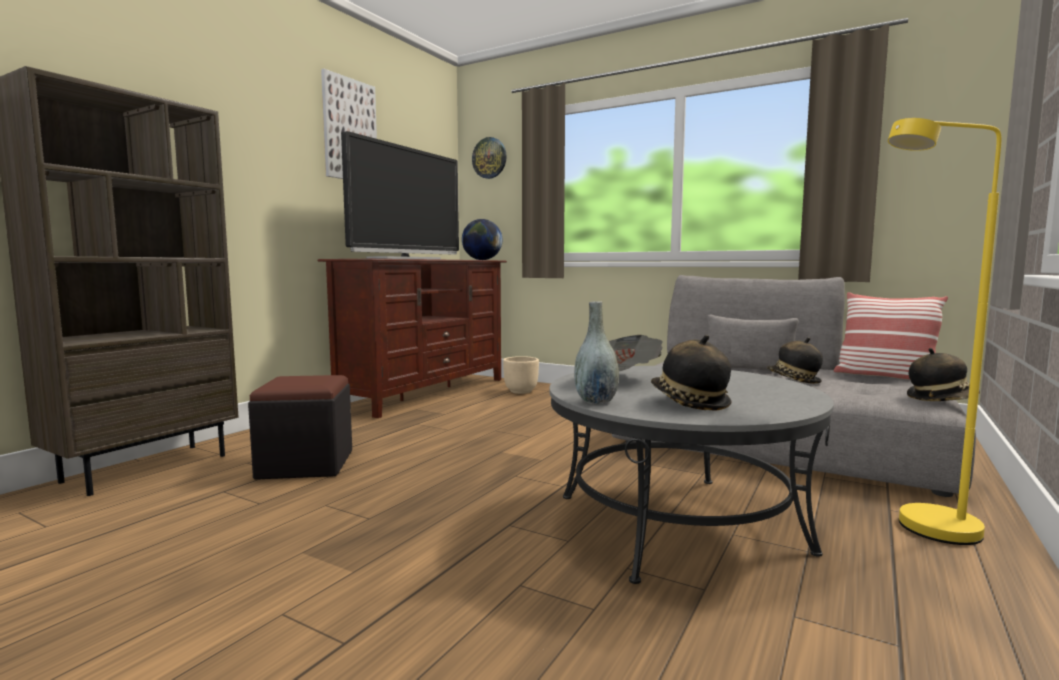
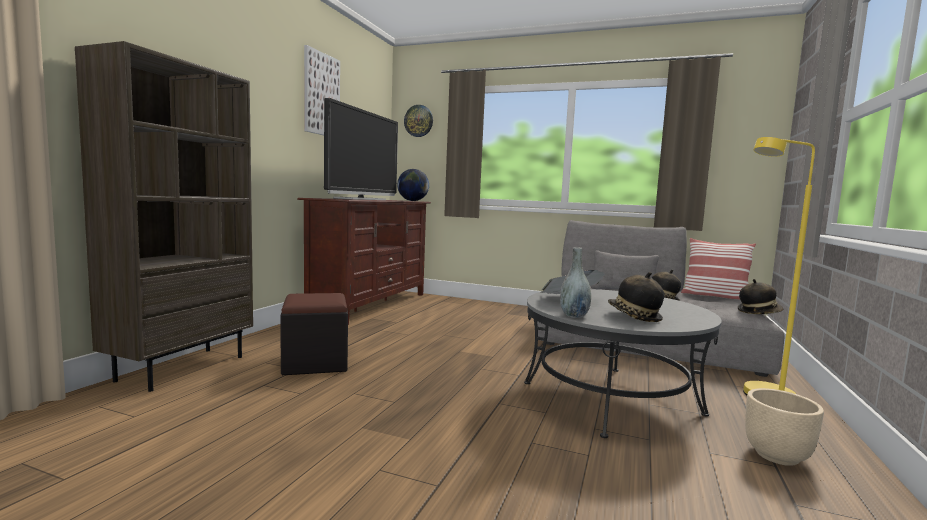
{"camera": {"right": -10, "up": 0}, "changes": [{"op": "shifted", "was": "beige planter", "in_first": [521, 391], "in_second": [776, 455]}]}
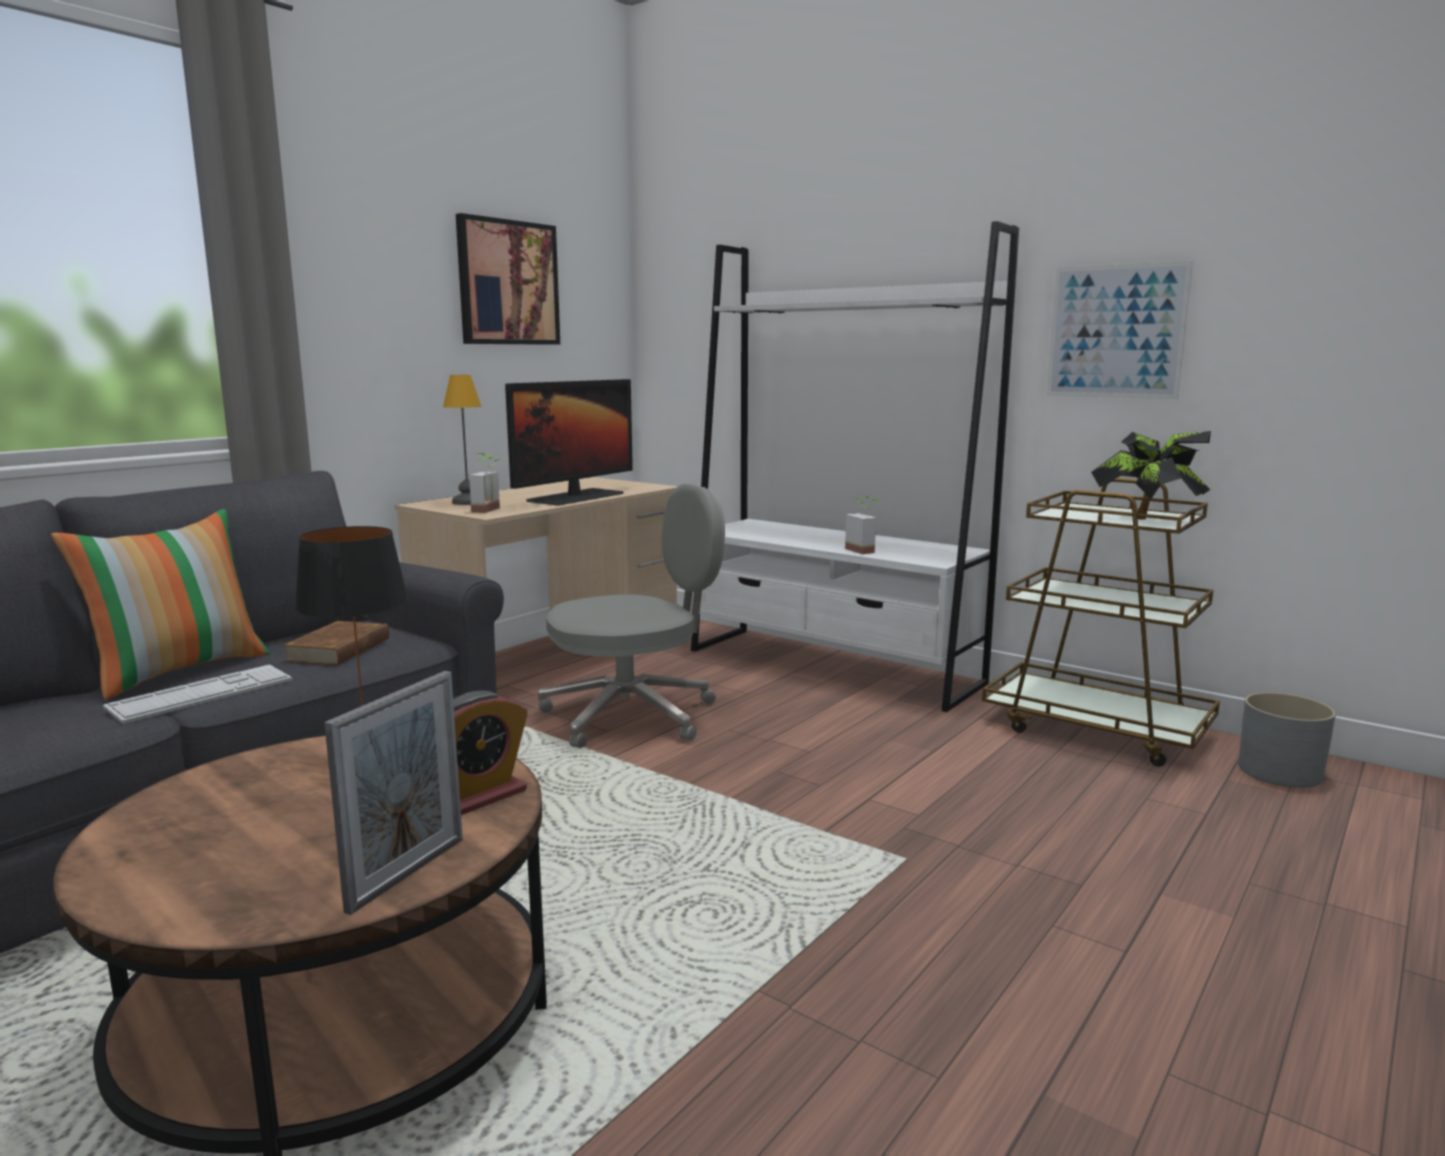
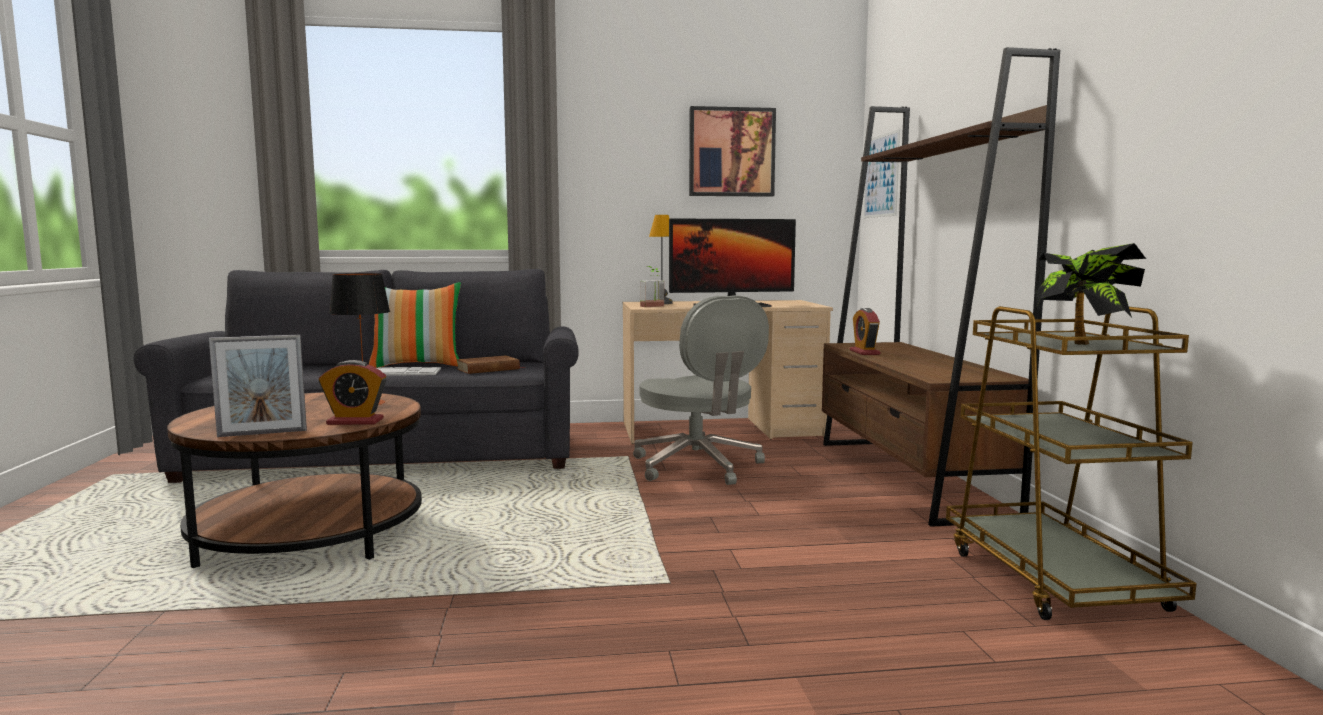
{"camera": {"right": 45, "up": -5}, "changes": [{"op": "repainted", "was": "white bookcase", "now": "brown bookcase", "in_first": [832, 666], "in_second": [909, 477]}, {"op": "shifted", "was": "picture", "in_first": [1116, 331], "in_second": [881, 176]}, {"op": "rotated", "was": "grey office chair", "in_first": [633, 715], "in_second": [698, 467], "clockwise": 45}, {"op": "gone", "was": "potted plant", "in_first": [865, 550]}, {"op": "gone", "was": "grey planter", "in_first": [1280, 771]}, {"op": "new", "now": "alarm clock", "in_second": [864, 352]}]}
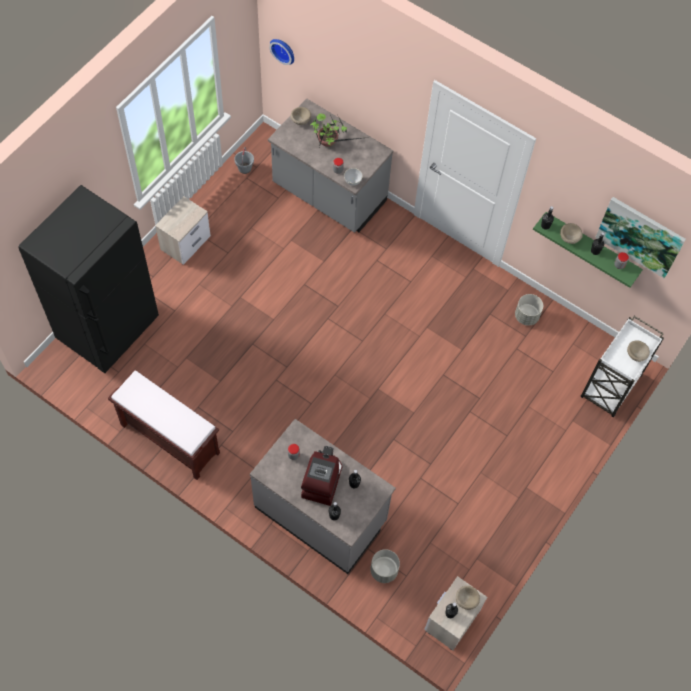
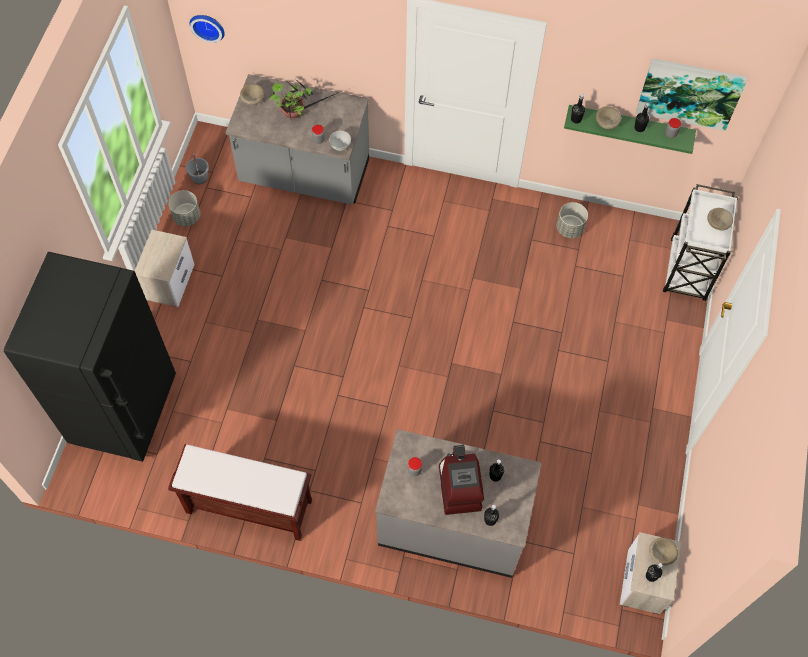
{"camera": {"right": -20, "up": 0}, "changes": [{"op": "shifted", "was": "grey planter", "in_first": [383, 570], "in_second": [186, 217]}]}
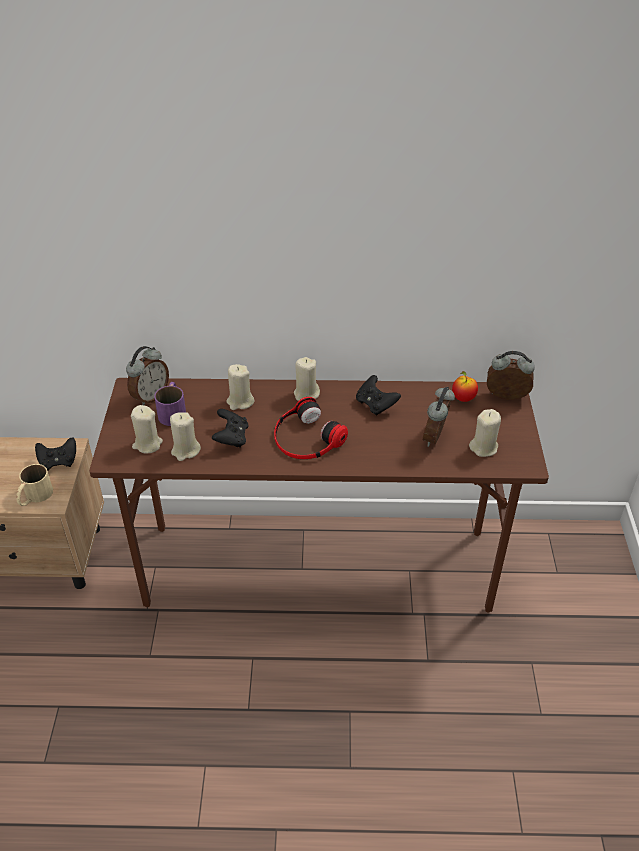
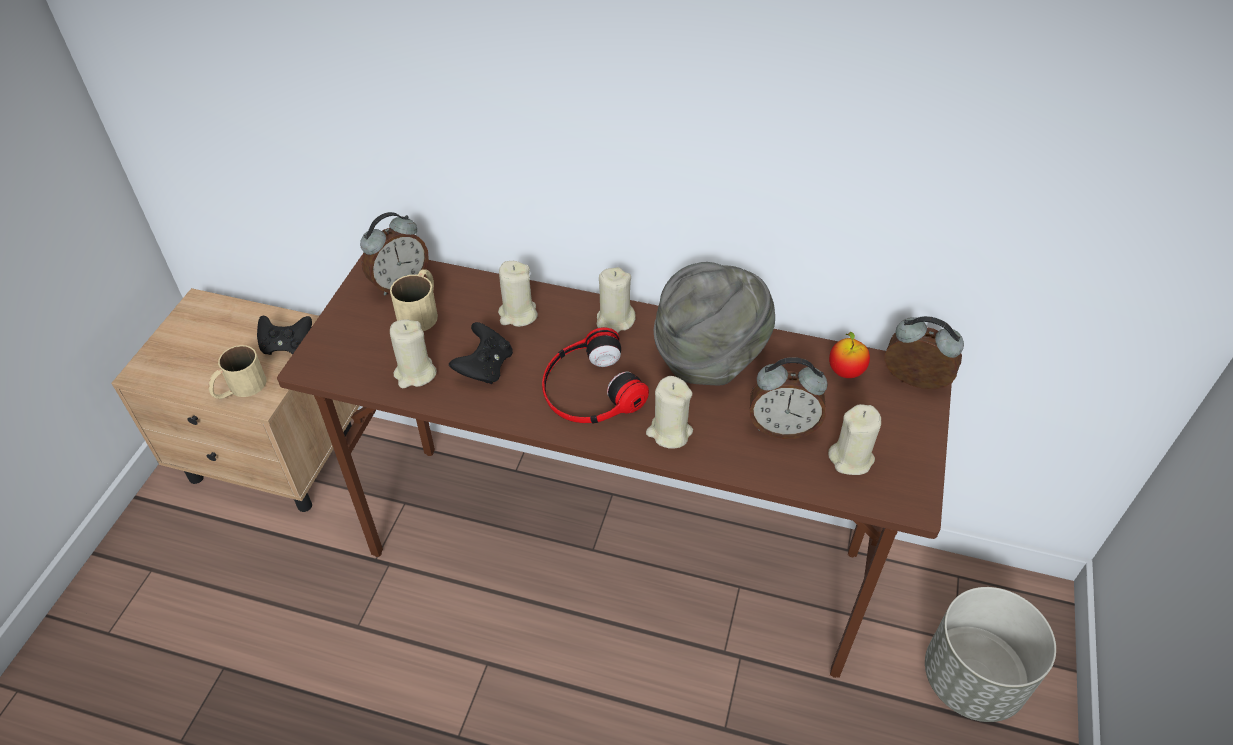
{"camera": {"right": 15, "up": 5}, "changes": [{"op": "swapped", "was": "black game controller", "now": "grey hat", "in_first": [375, 405], "in_second": [709, 357]}, {"op": "repainted", "was": "purple mug", "now": "beige mug", "in_first": [173, 411], "in_second": [421, 310]}, {"op": "rotated", "was": "alarm clock", "in_first": [436, 437], "in_second": [782, 427], "clockwise": -120}, {"op": "shifted", "was": "beige candle", "in_first": [147, 444], "in_second": [669, 432]}, {"op": "new", "now": "grey planter", "in_second": [971, 679]}]}
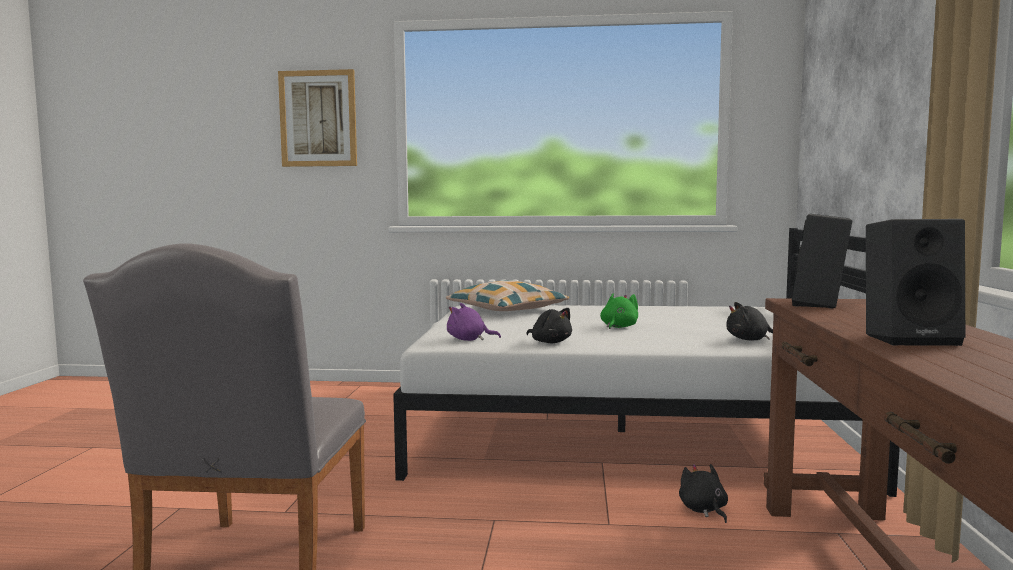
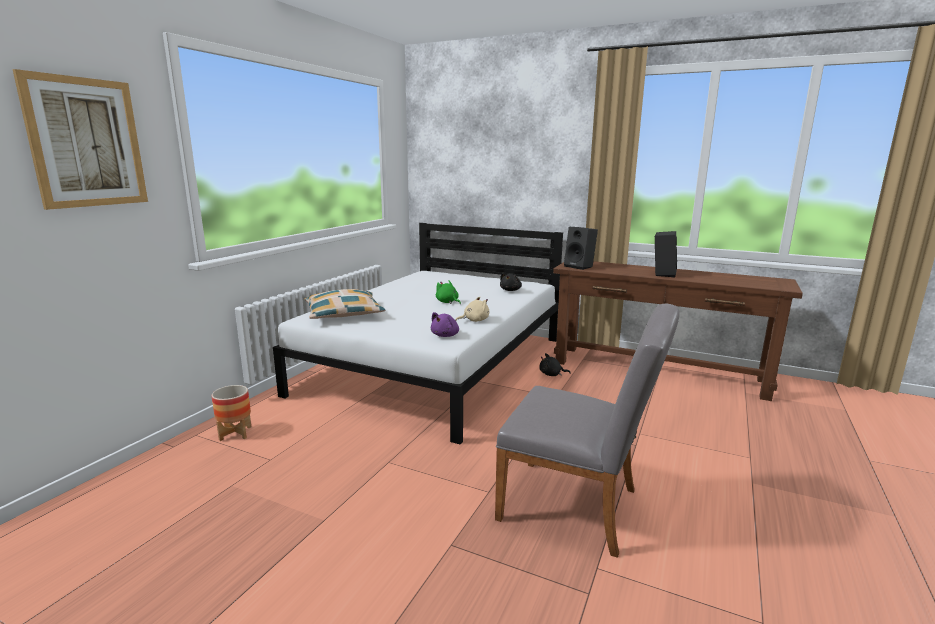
{"camera": {"right": -70, "up": 10}, "changes": [{"op": "repainted", "was": "black plush toy", "now": "beige plush toy", "in_first": [550, 342], "in_second": [474, 320]}, {"op": "new", "now": "planter", "in_second": [235, 433]}]}
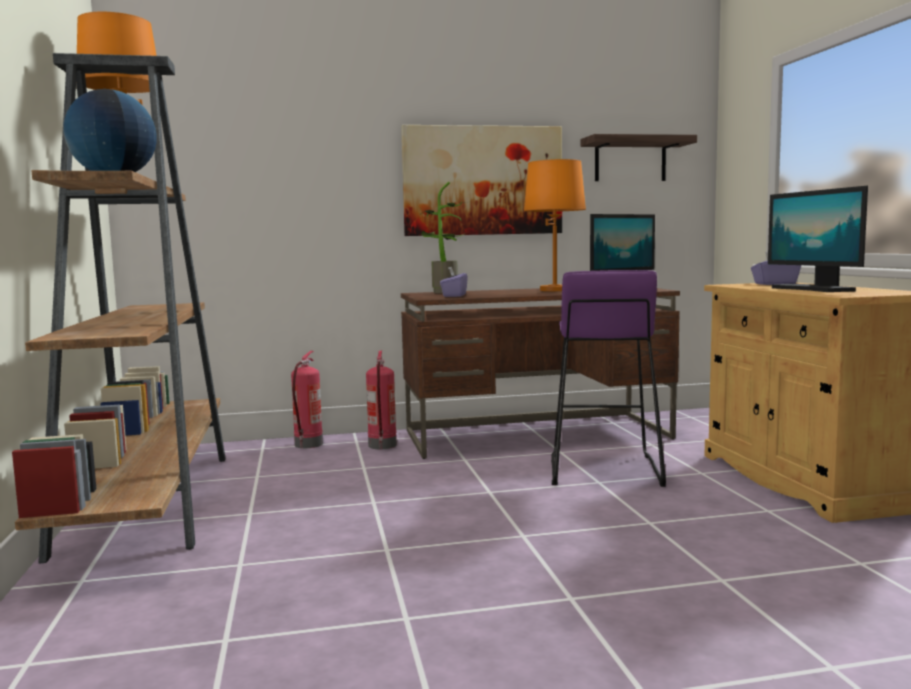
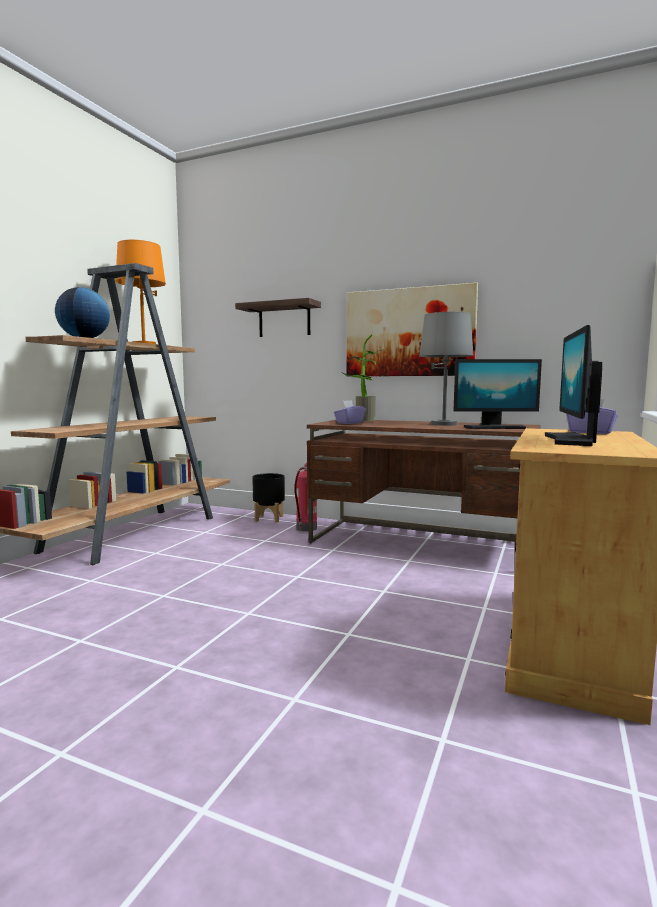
{"camera": {"right": 35, "up": 0}, "changes": [{"op": "shifted", "was": "shelf", "in_first": [630, 160], "in_second": [284, 320]}, {"op": "repainted", "was": "orange table lamp", "now": "grey table lamp", "in_first": [554, 290], "in_second": [443, 424]}, {"op": "gone", "was": "purple stool", "in_first": [602, 470]}, {"op": "swapped", "was": "fire extinguisher", "now": "black planter", "in_first": [308, 445], "in_second": [269, 519]}]}
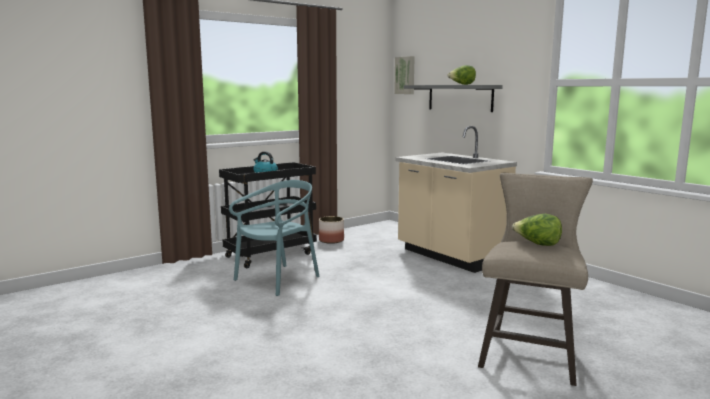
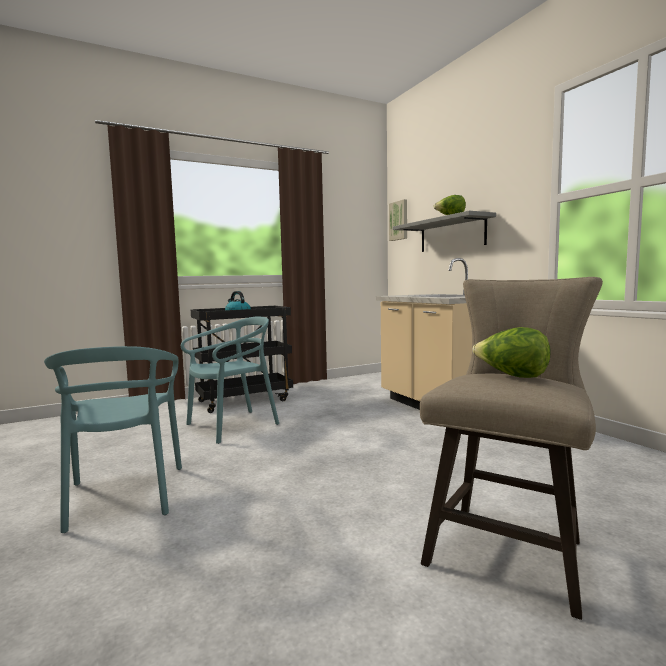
{"camera": {"right": 10, "up": -5}, "changes": [{"op": "gone", "was": "planter", "in_first": [331, 240]}, {"op": "new", "now": "turquoise chair", "in_second": [124, 496]}]}
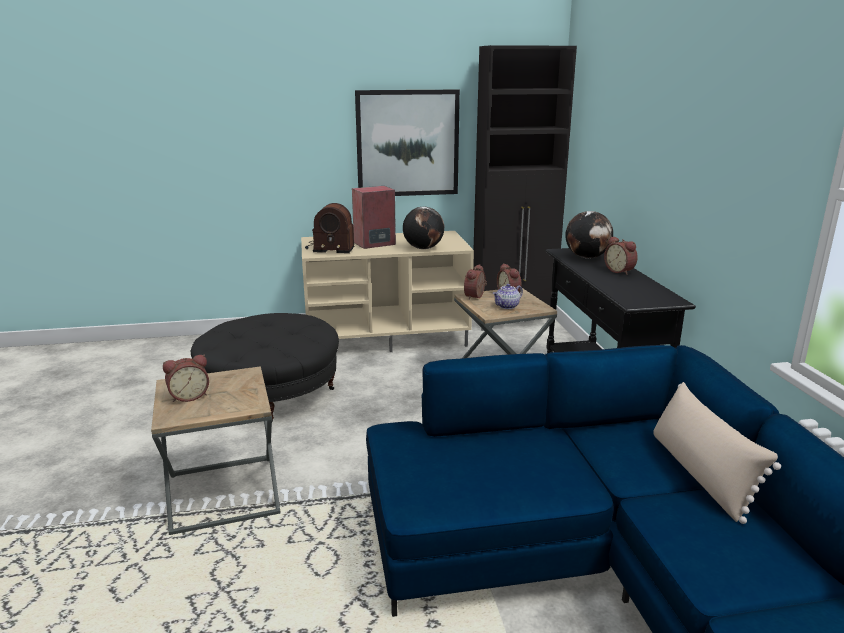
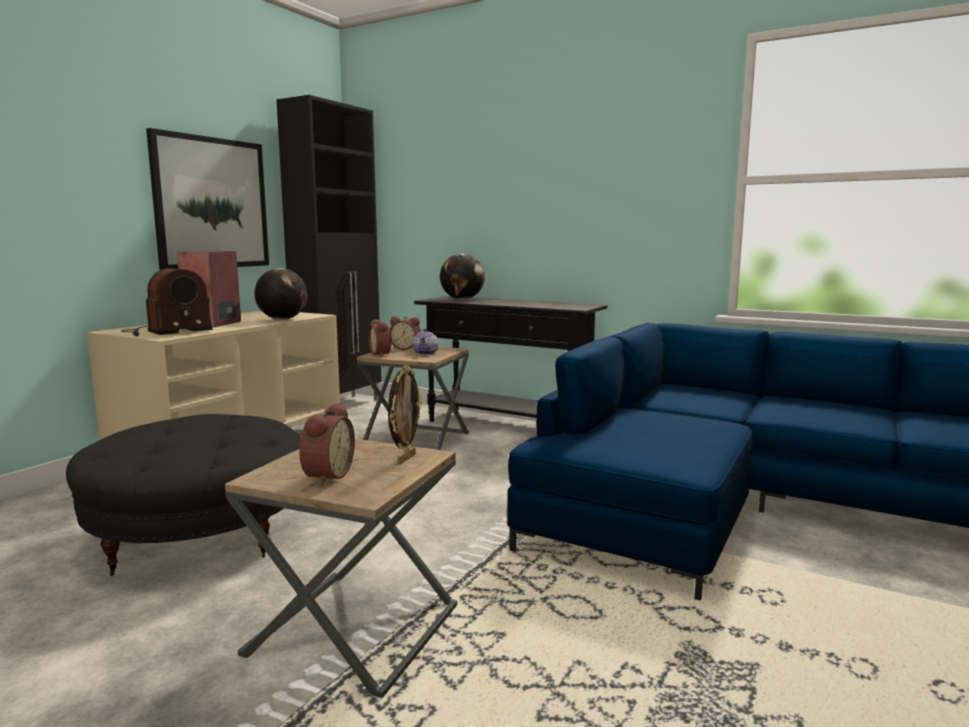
{"camera": {"right": -50, "up": -10}, "changes": [{"op": "gone", "was": "alarm clock", "in_first": [620, 271]}, {"op": "gone", "was": "beige pillow", "in_first": [700, 474]}, {"op": "new", "now": "picture frame", "in_second": [405, 458]}]}
